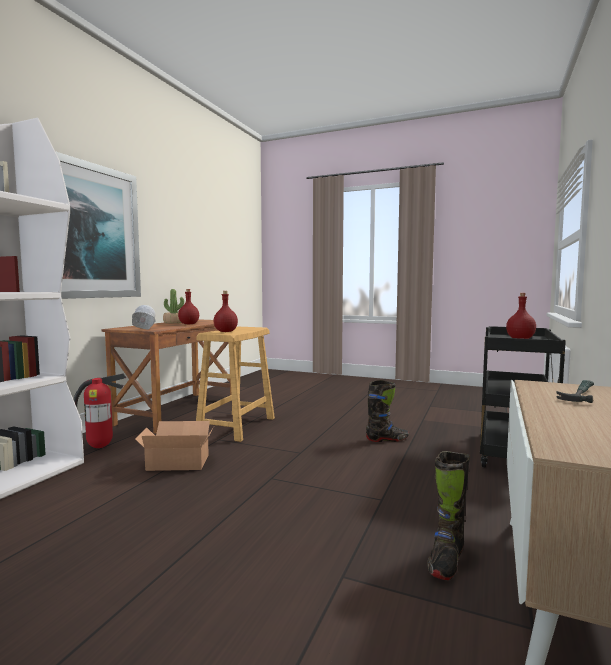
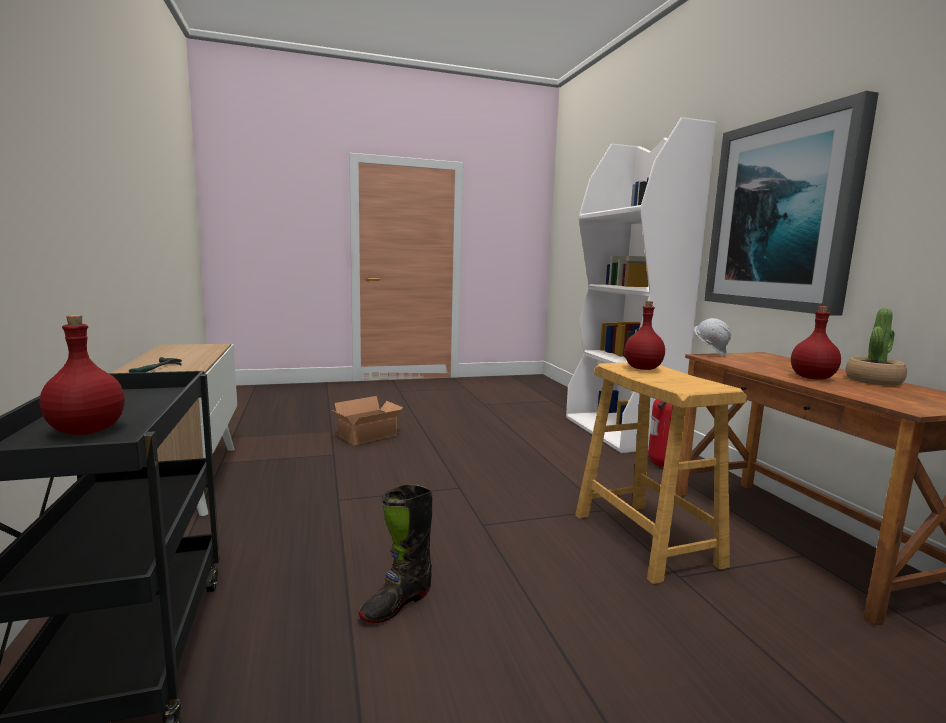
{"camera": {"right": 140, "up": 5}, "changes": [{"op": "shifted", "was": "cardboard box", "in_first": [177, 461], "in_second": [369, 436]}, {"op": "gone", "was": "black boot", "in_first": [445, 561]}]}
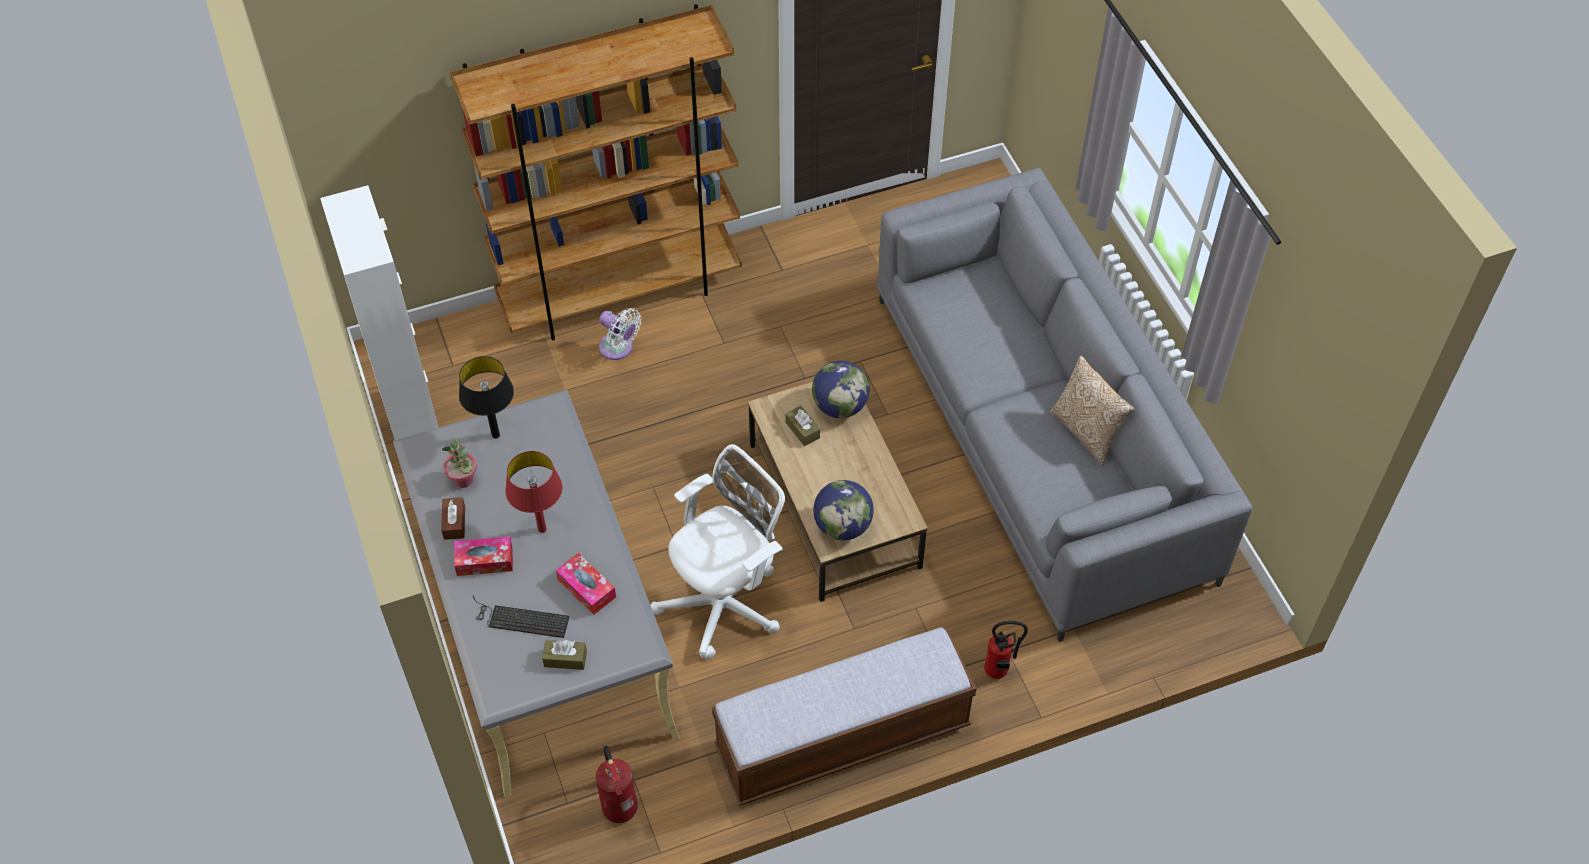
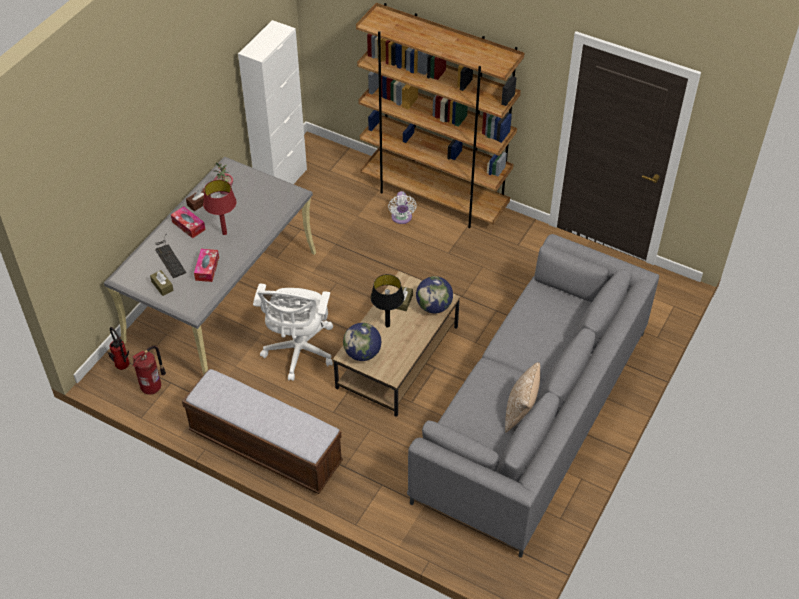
{"camera": {"right": 50, "up": -5}, "changes": [{"op": "shifted", "was": "black table lamp", "in_first": [496, 435], "in_second": [388, 325]}, {"op": "rotated", "was": "white office chair", "in_first": [726, 603], "in_second": [299, 352], "clockwise": 90}, {"op": "shifted", "was": "fire extinguisher", "in_first": [1000, 672], "in_second": [123, 368]}]}
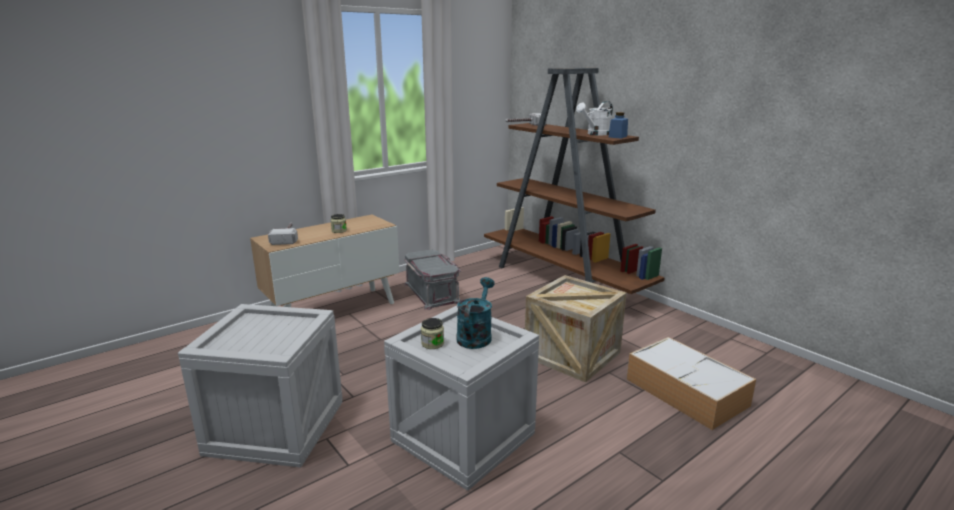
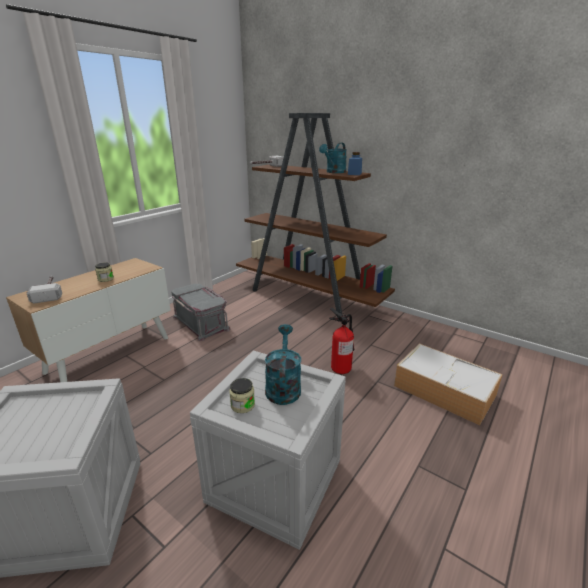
{"camera": {"right": -15, "up": 5}, "changes": [{"op": "repainted", "was": "white watering can", "now": "turquoise watering can", "in_first": [596, 134], "in_second": [334, 172]}, {"op": "swapped", "was": "crate", "now": "fire extinguisher", "in_first": [572, 354], "in_second": [341, 368]}]}
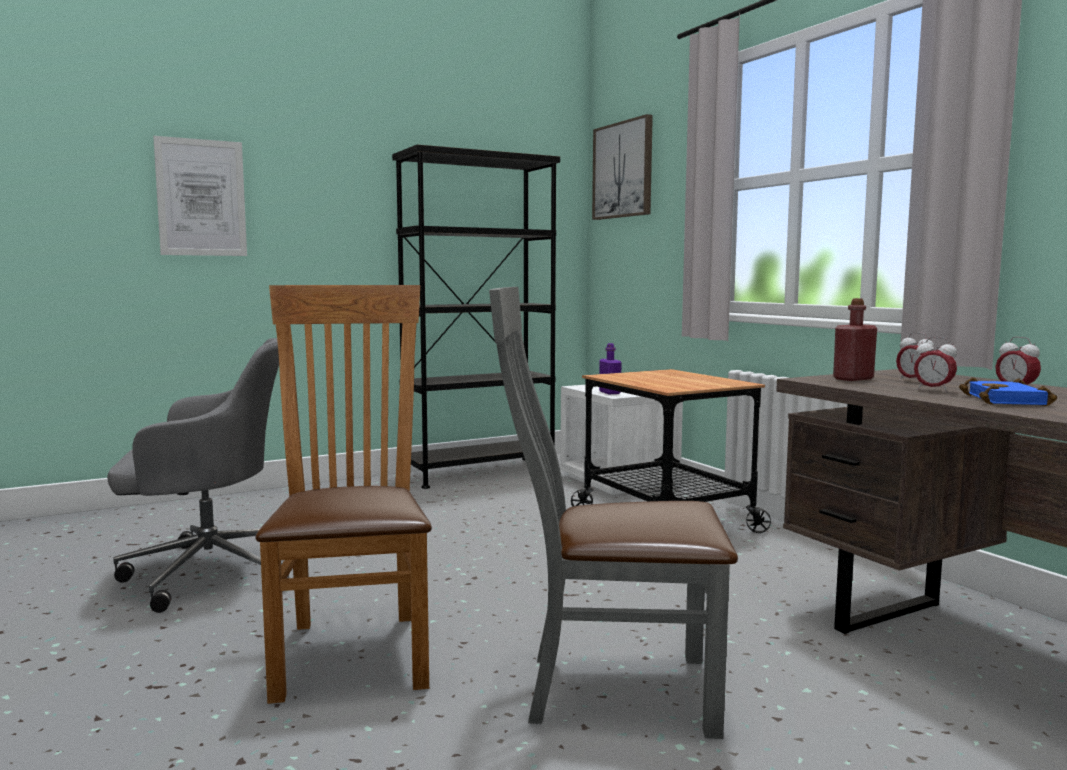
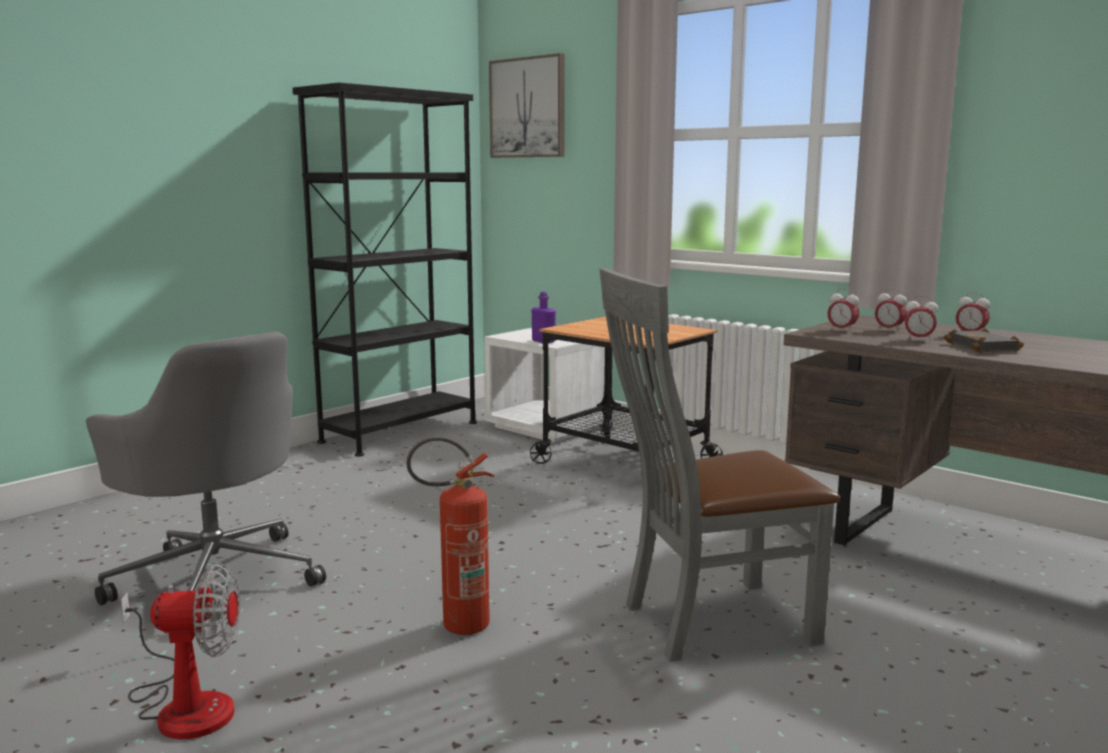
{"camera": {"right": -20, "up": 5}, "changes": [{"op": "gone", "was": "picture", "in_first": [201, 198]}, {"op": "swapped", "was": "brown chair", "now": "fire extinguisher", "in_first": [353, 649], "in_second": [455, 628]}, {"op": "swapped", "was": "red bottle", "now": "alarm clock", "in_first": [853, 379], "in_second": [841, 330]}, {"op": "rotated", "was": "grey office chair", "in_first": [207, 572], "in_second": [216, 578], "clockwise": 75}, {"op": "repainted", "was": "blue book", "now": "black book", "in_first": [1009, 401], "in_second": [985, 347]}, {"op": "new", "now": "fan", "in_second": [185, 705]}]}
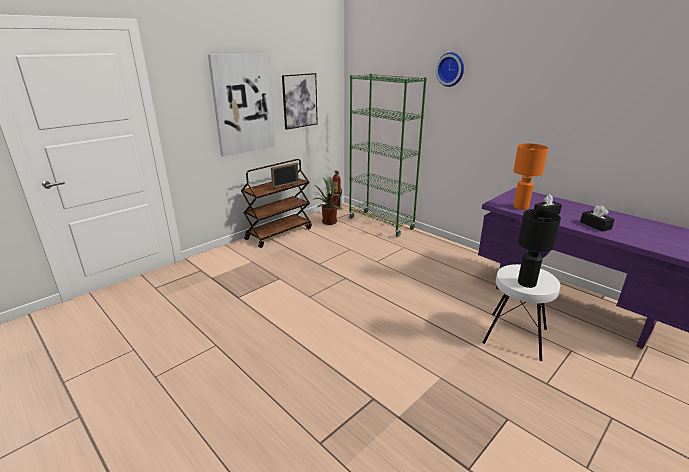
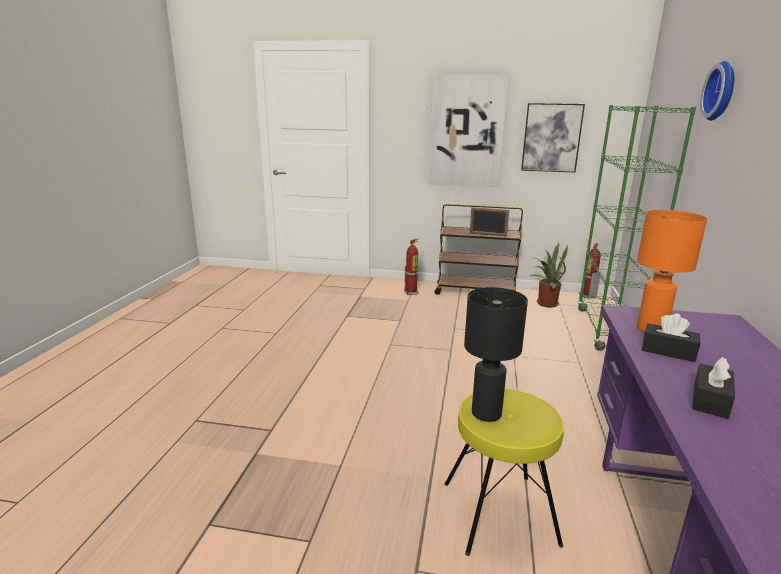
{"camera": {"right": 55, "up": -5}, "changes": [{"op": "repainted", "was": "white stool", "now": "yellow stool", "in_first": [514, 335], "in_second": [498, 512]}, {"op": "new", "now": "fire extinguisher", "in_second": [411, 292]}]}
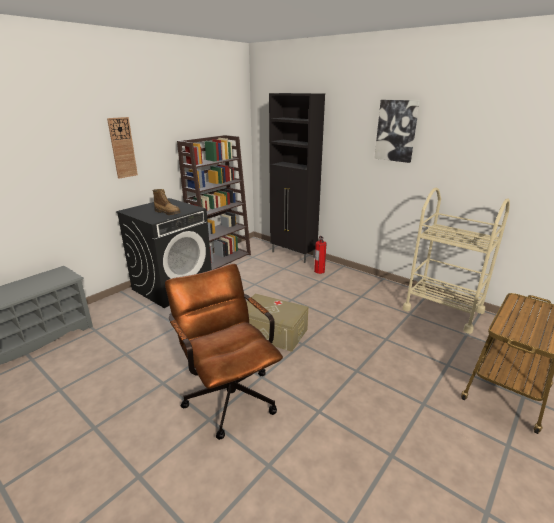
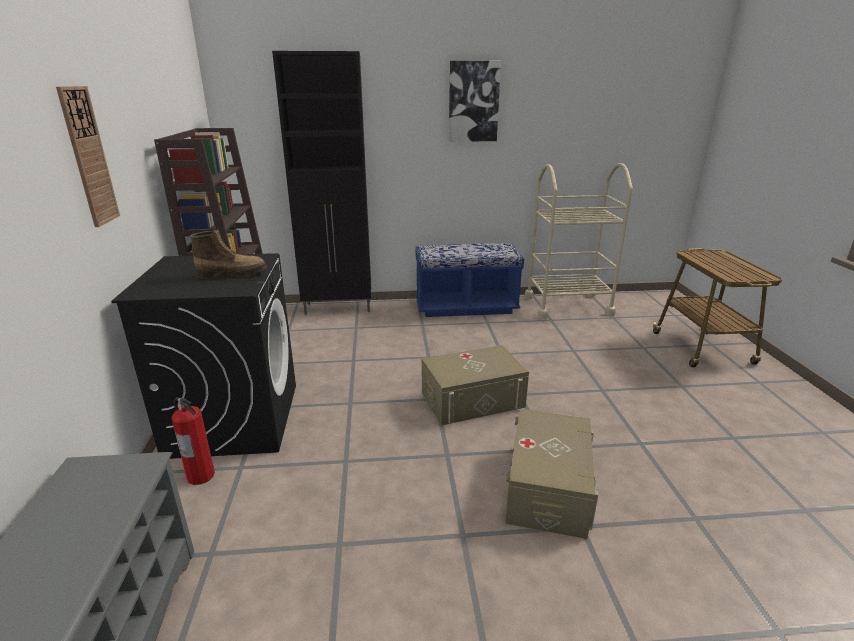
{"camera": {"right": -45, "up": 0}, "changes": [{"op": "shifted", "was": "fire extinguisher", "in_first": [319, 271], "in_second": [200, 475]}, {"op": "swapped", "was": "brown office chair", "now": "beige storage box", "in_first": [228, 393], "in_second": [547, 487]}, {"op": "new", "now": "blue bench", "in_second": [466, 307]}]}
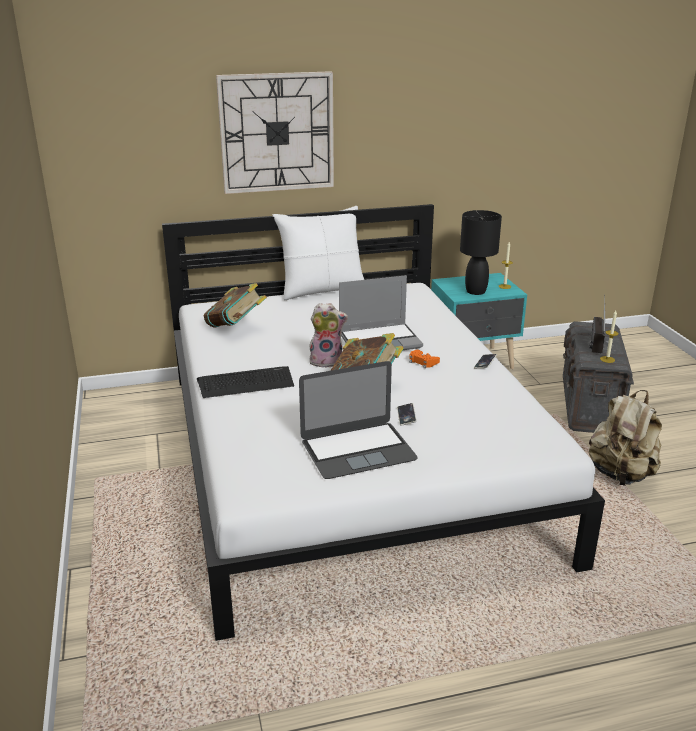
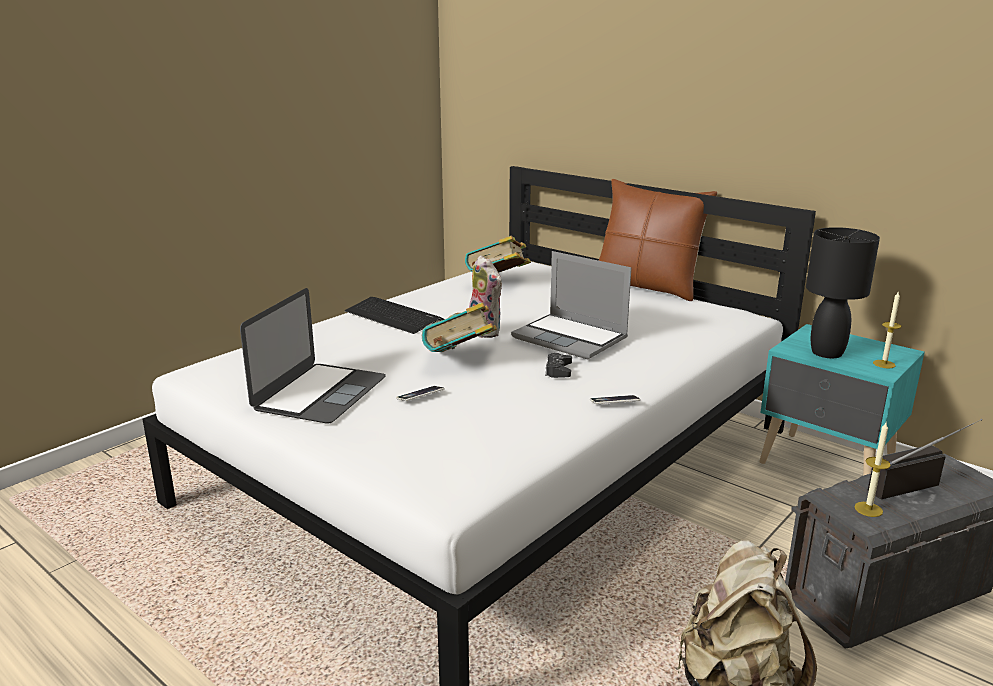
{"camera": {"right": 55, "up": -5}, "changes": [{"op": "gone", "was": "wall clock", "in_first": [277, 133]}, {"op": "repainted", "was": "white pillow", "now": "brown pillow", "in_first": [322, 290], "in_second": [647, 287]}, {"op": "repainted", "was": "orange game controller", "now": "black game controller", "in_first": [422, 362], "in_second": [558, 370]}, {"op": "rotated", "was": "laptop", "in_first": [358, 450], "in_second": [320, 393], "clockwise": -105}]}
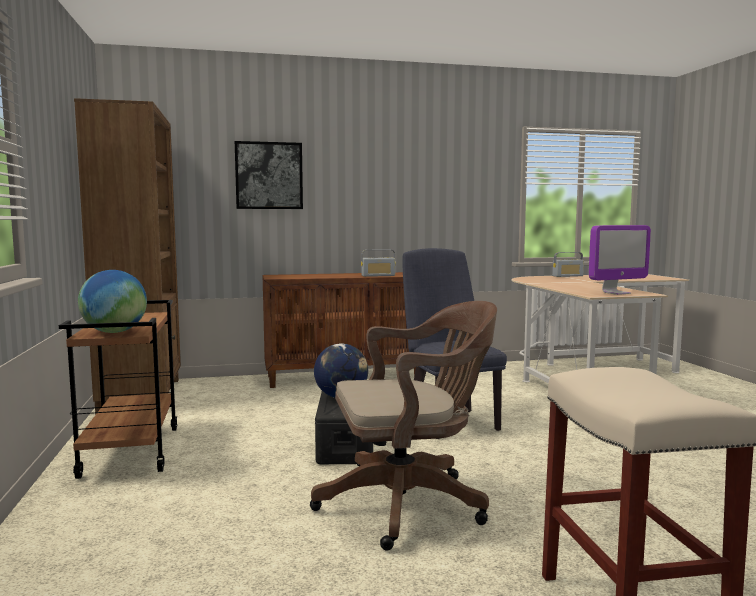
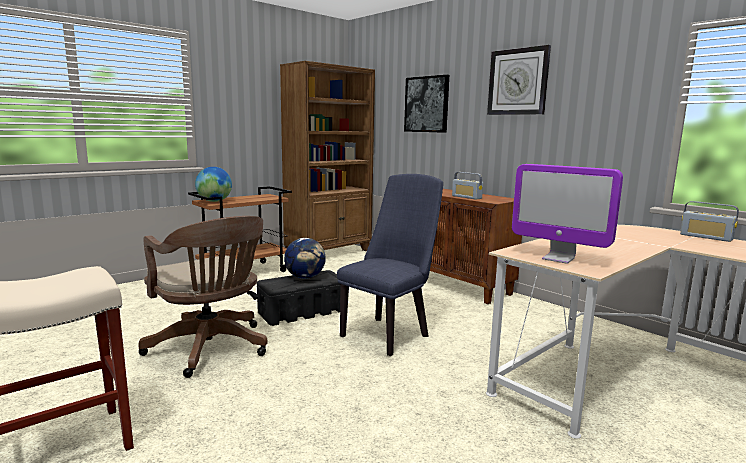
{"camera": {"right": 60, "up": 5}, "changes": [{"op": "new", "now": "wall clock", "in_second": [518, 82]}]}
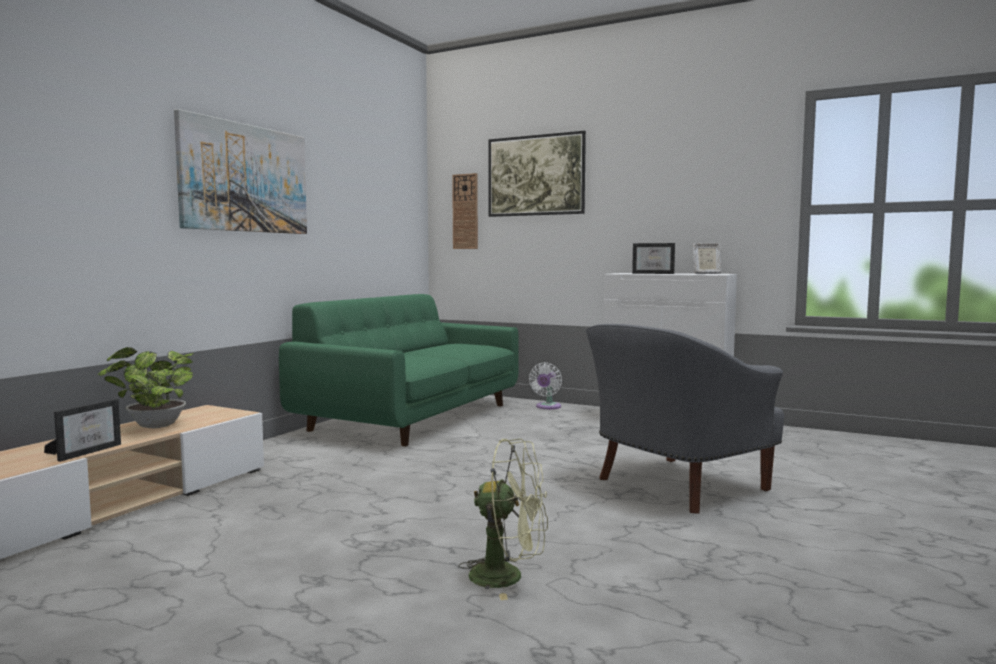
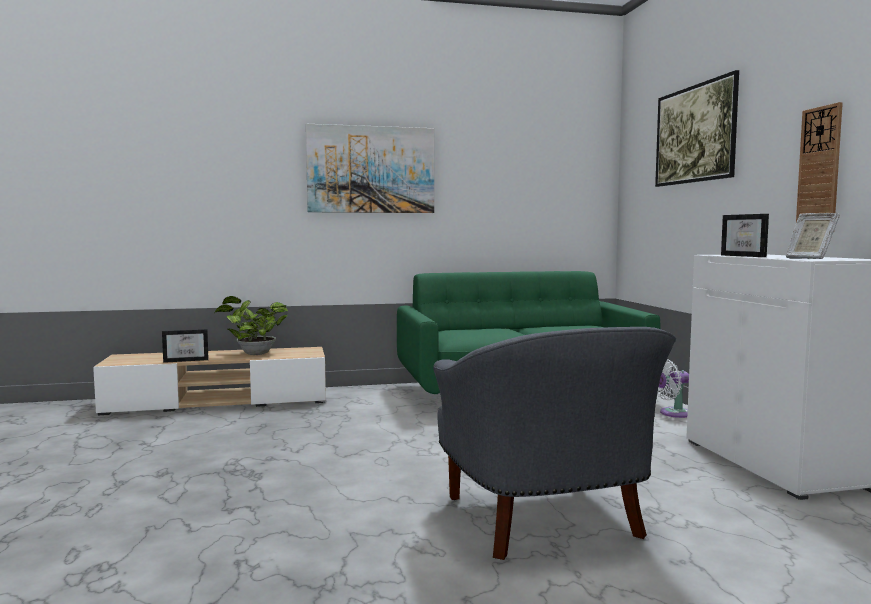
{"camera": {"right": 50, "up": 0}, "changes": [{"op": "shifted", "was": "wall clock", "in_first": [465, 211], "in_second": [819, 170]}, {"op": "rotated", "was": "grey armchair", "in_first": [675, 486], "in_second": [545, 522], "clockwise": -120}, {"op": "gone", "was": "green fan", "in_first": [508, 577]}]}
